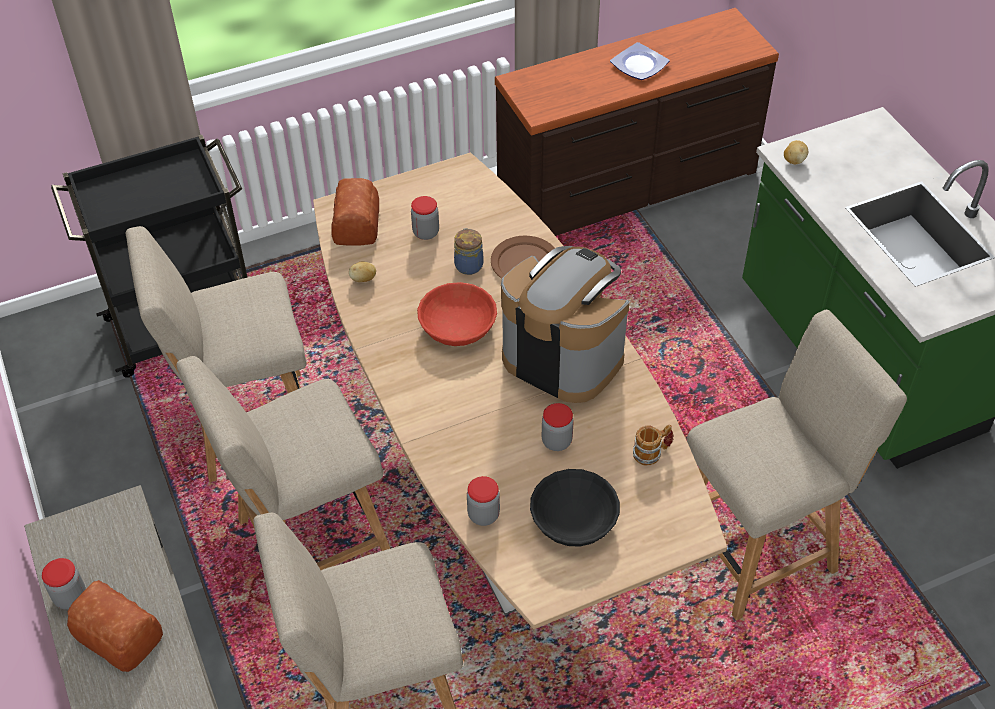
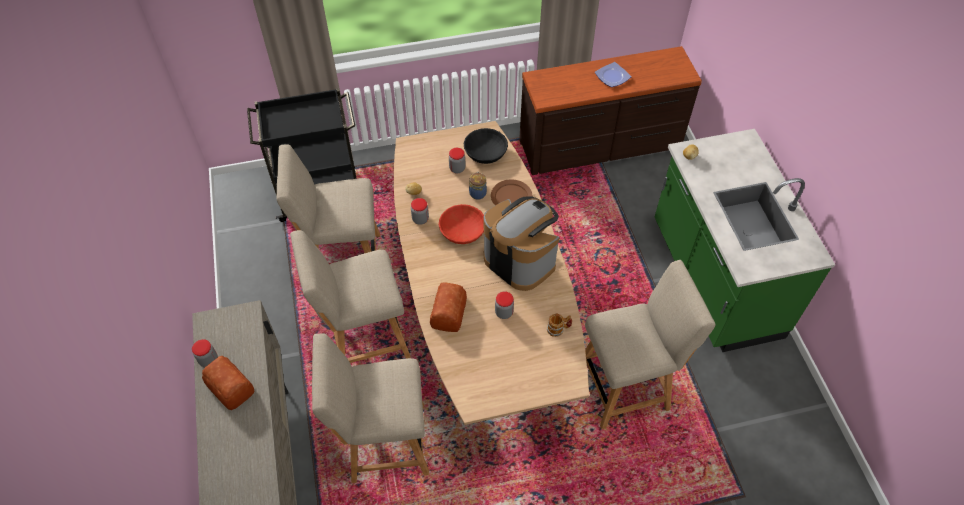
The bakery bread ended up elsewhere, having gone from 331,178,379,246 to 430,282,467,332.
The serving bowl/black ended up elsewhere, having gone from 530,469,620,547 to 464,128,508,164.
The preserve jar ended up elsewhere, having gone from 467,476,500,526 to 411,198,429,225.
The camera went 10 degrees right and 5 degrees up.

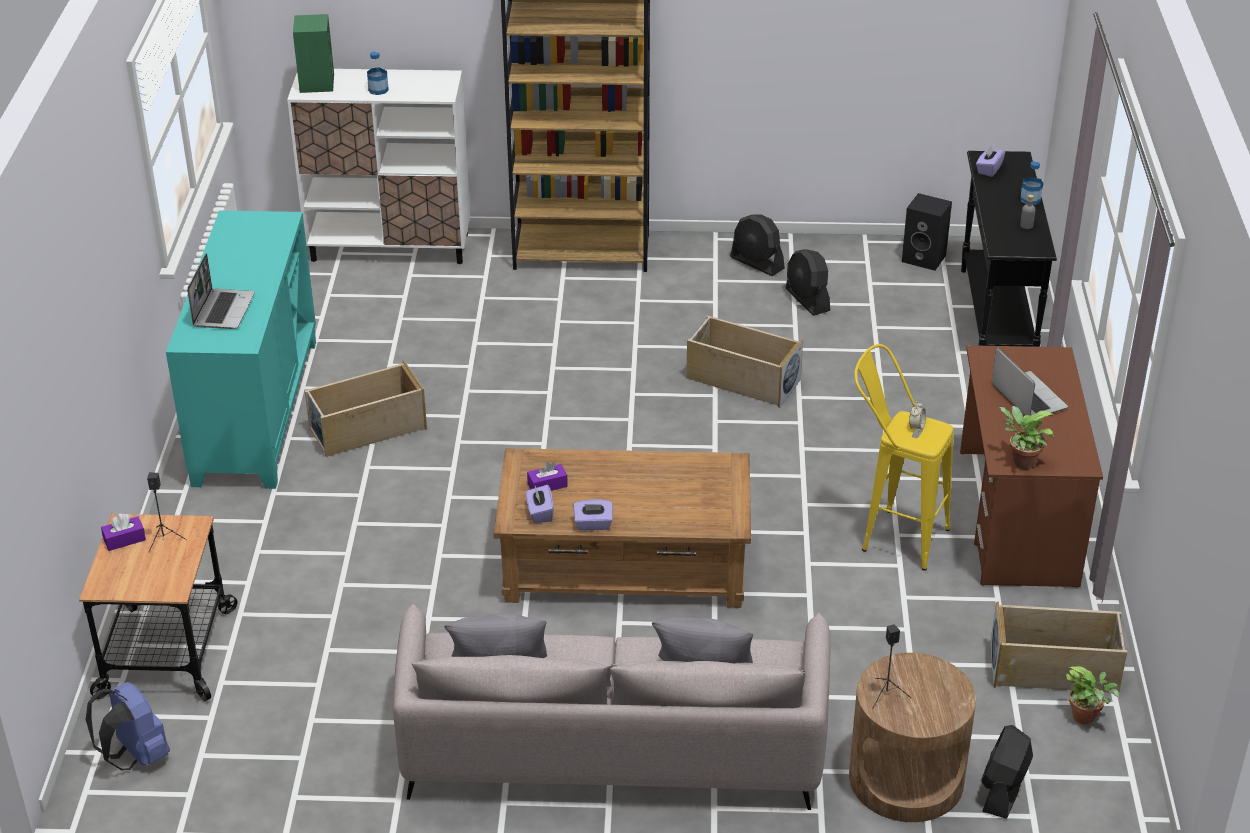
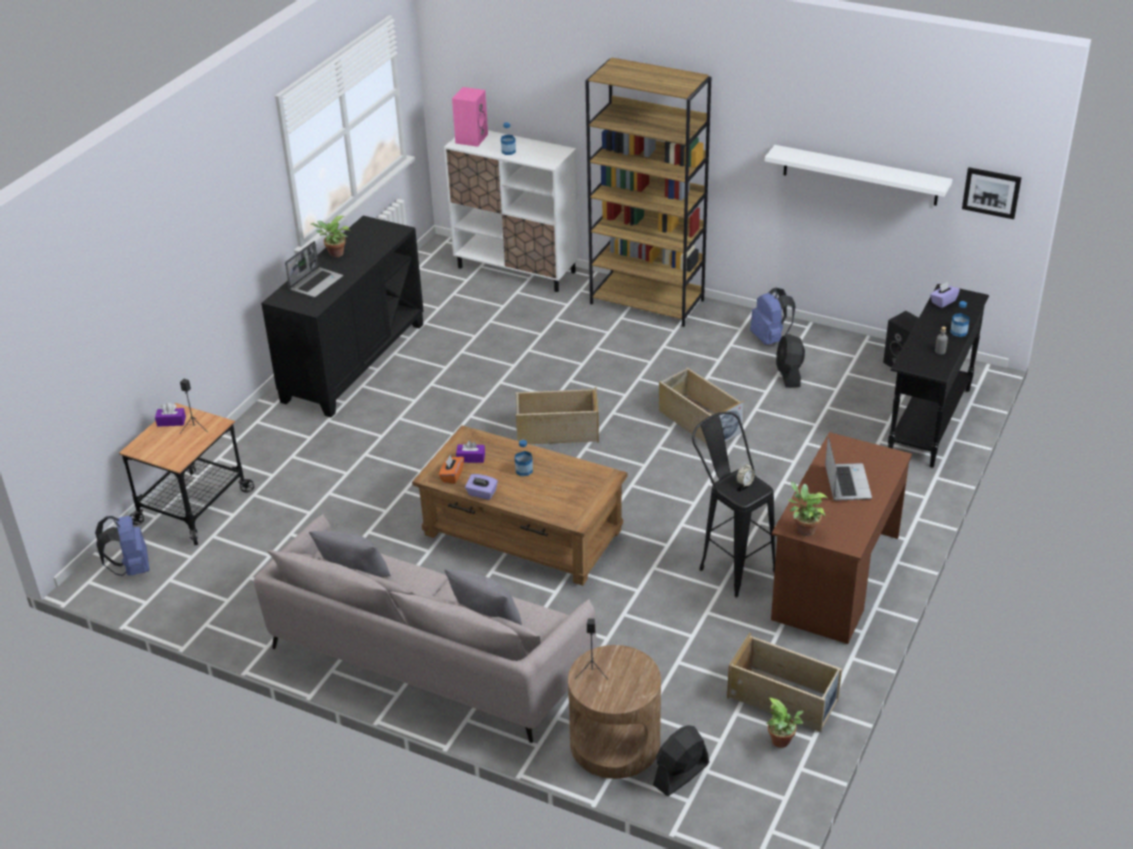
What was the audio speaker/greenish at 293,14,334,93 turned into the audio speaker/pink-coloured at 452,87,488,147.
What was the cabinet/turquoise at 166,211,316,489 turned into the cabinet/black at 261,216,424,418.
Where the fan/black stood at 730,214,785,276, the rucksack/blue-coloured came to stand at 750,288,796,345.
What was the sitting stool/yellowish at 854,344,953,571 turned into the sitting stool/black at 692,411,775,597.
The storage bin/sand-coloured ended up elsewhere, having gone from 305,360,427,457 to 515,387,599,444.
What was the tissue holder/purple-coloured at 526,485,554,523 turned into the tissue holder/orangey at 439,455,464,484.
The second view gained the shelf/white at 765,145,953,206.
The second view gained the wall picture at 962,167,1022,219.
The second view gained the houseplant at 311,216,350,258.
The second view gained the bottle at 515,439,533,476.
The camera went 25 degrees right and 0 degrees up.

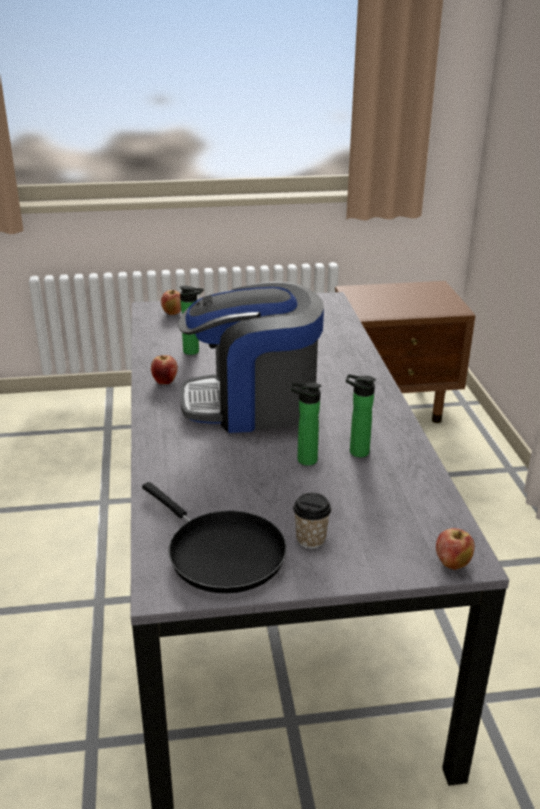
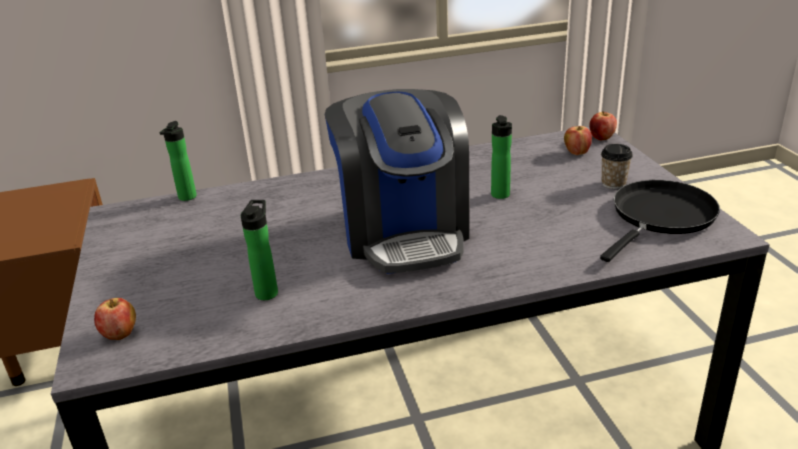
The apple fruit ended up elsewhere, having gone from 151,355,178,384 to 564,126,592,155.
The bottle ended up elsewhere, having gone from 346,374,376,457 to 160,121,197,201.
The camera went 95 degrees left and 0 degrees up.

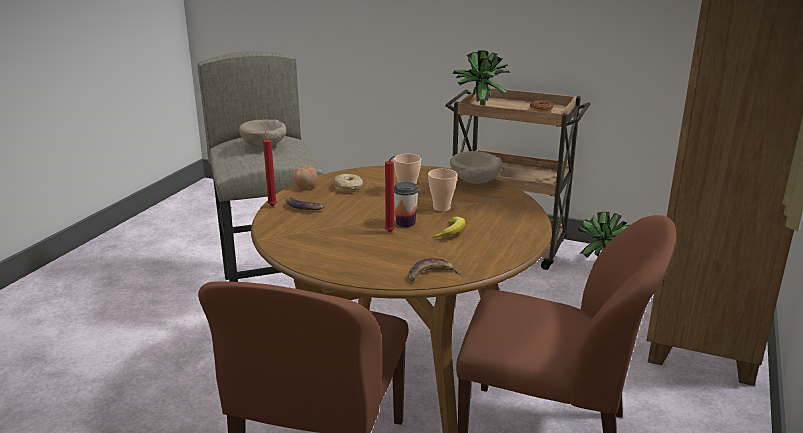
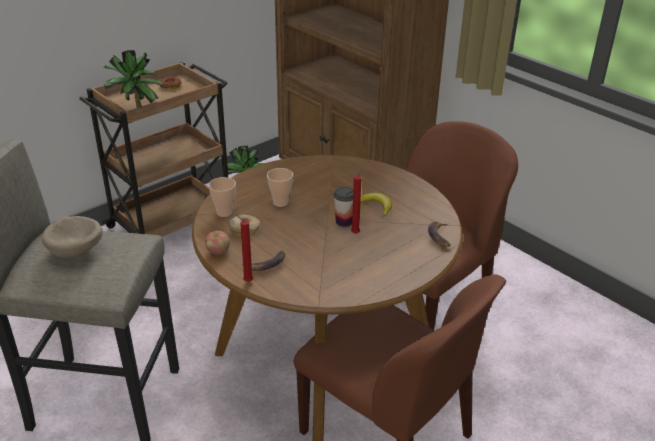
The second view lost the serving bowl/sand-coloured at 450,151,503,184.
The small cup ended up elsewhere, having gone from 428,169,457,212 to 209,177,236,217.
The camera went 65 degrees left and 10 degrees up.

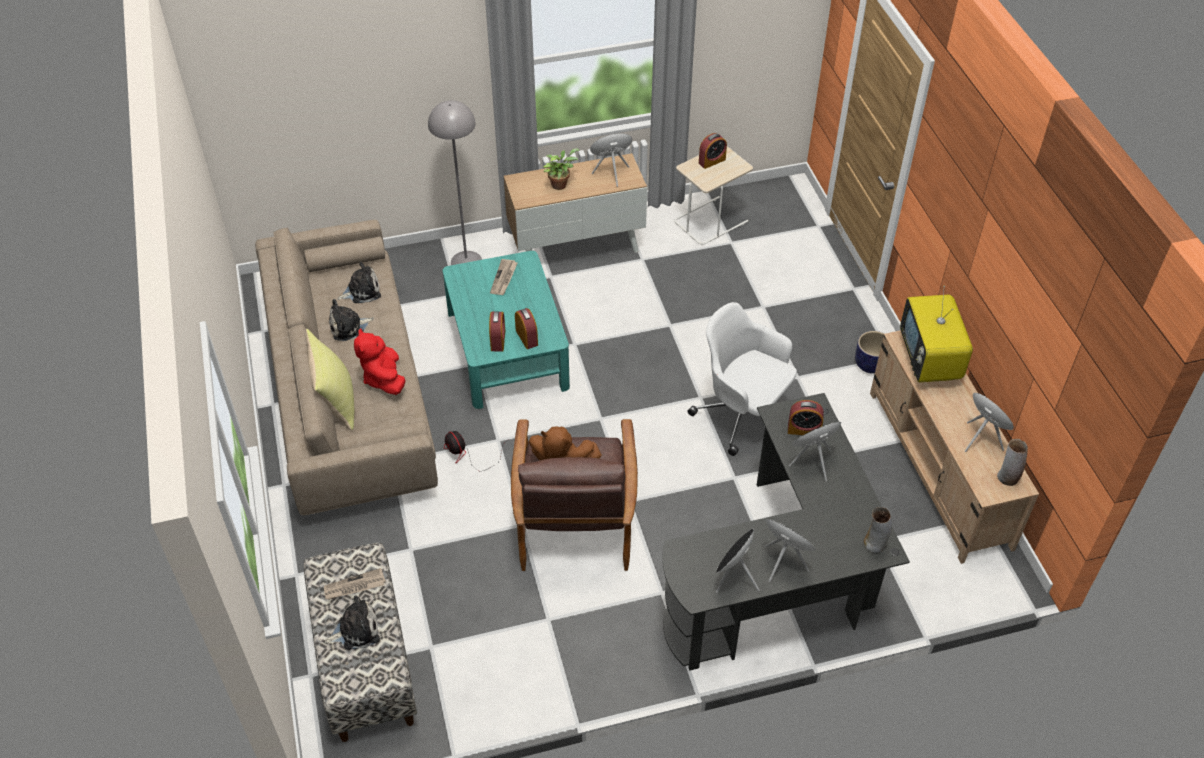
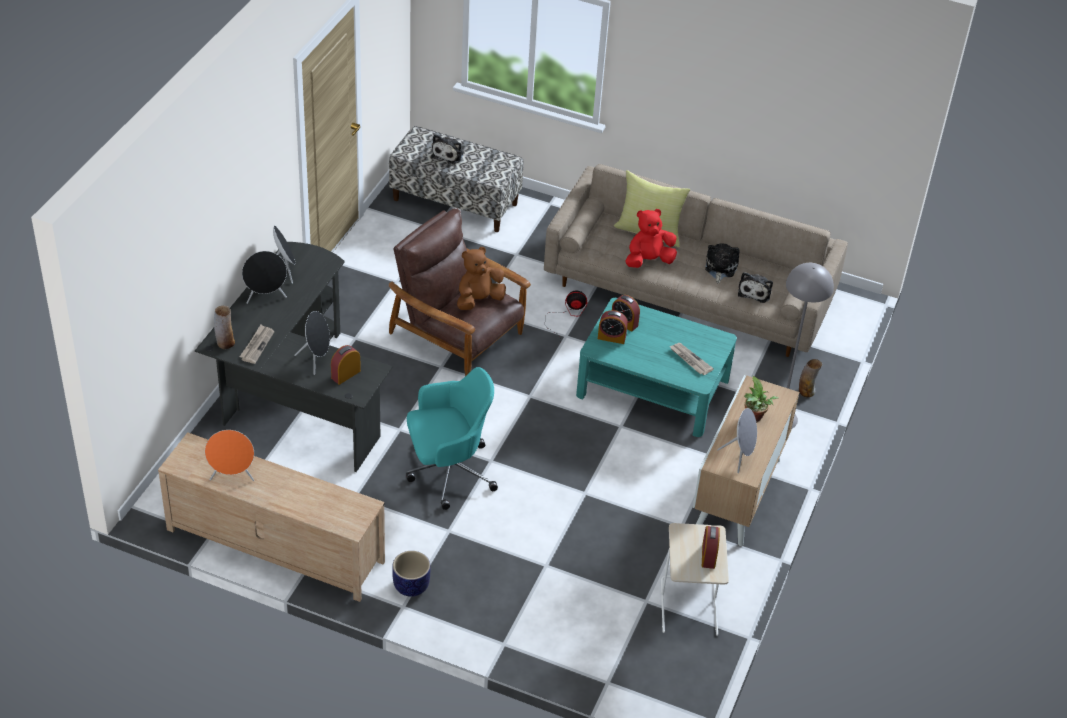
The second view lost the TV at 900,286,973,382.
What was the desk chair/white at 688,302,797,456 turned into the desk chair/turquoise at 406,367,498,510.
The plush toy/reddish at 354,328,406,395 ended up facing another way, 45 degrees counterclockwise from before.
The flower vase ended up elsewhere, having gone from 997,439,1028,486 to 799,359,822,397.
The printed paper ended up elsewhere, having gone from 324,568,386,600 to 240,325,274,364.
The camera went 125 degrees right and 5 degrees down.

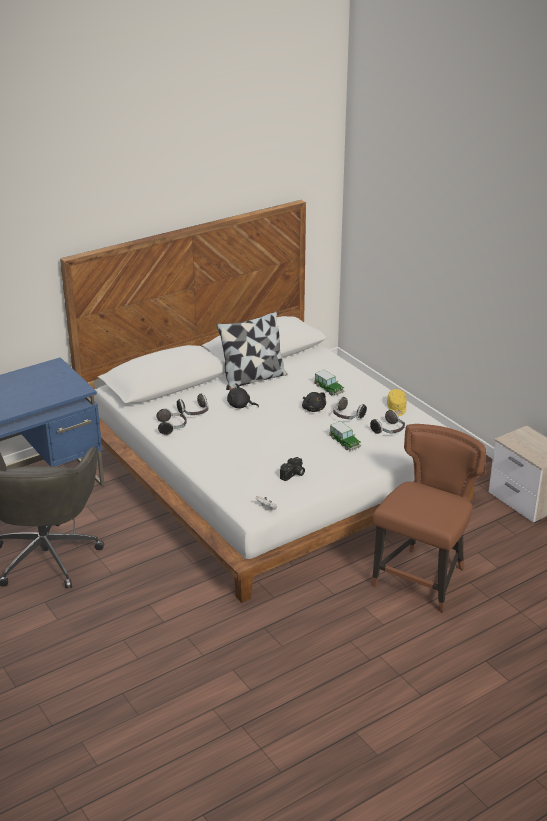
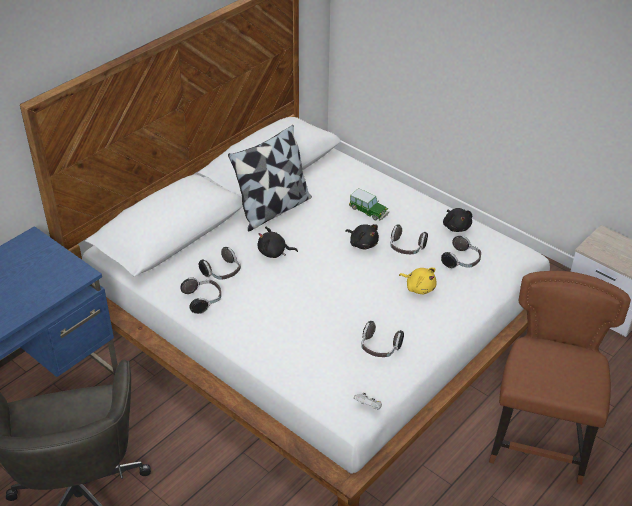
Where the baseball cap/yellowish stood at 387,389,406,416, the plush toy/black came to stand at 443,208,472,232.
Where the toy car stood at 329,421,361,451, the plush toy/yellowish came to stand at 399,268,436,294.
Where the photo camera stood at 280,457,305,481, the headset came to stand at 361,321,404,357.
The camera went 15 degrees left and 10 degrees up.

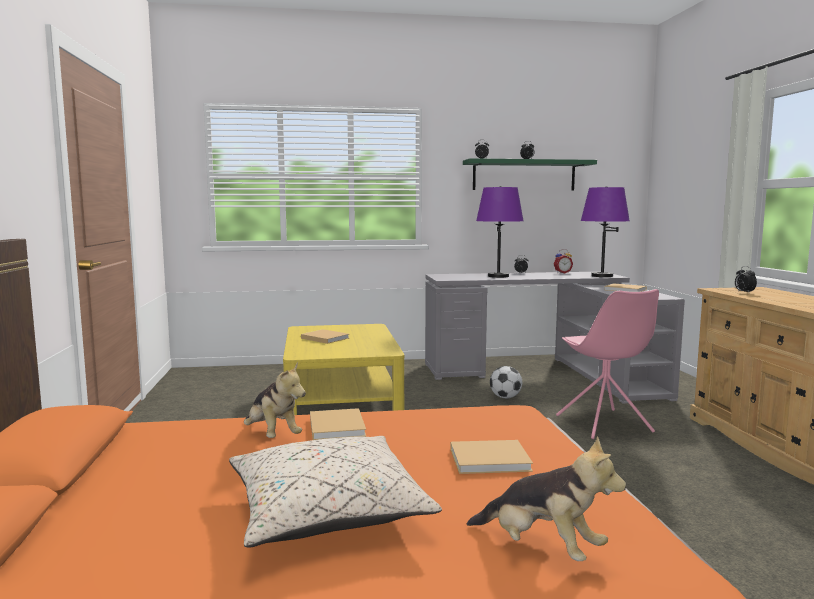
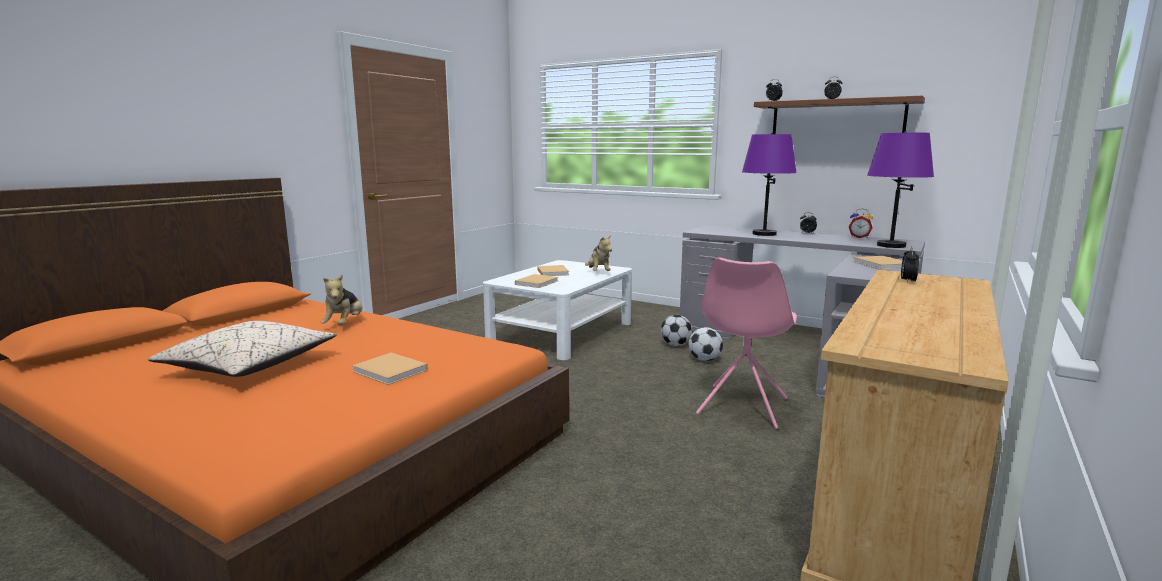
What was the shelf/greenish at 463,158,597,191 turned into the shelf/brown at 754,96,925,134.
What was the low table/yellowish at 283,324,405,415 turned into the low table/white at 483,260,632,360.
The bound book/sand-coloured ended up elsewhere, having gone from 310,408,366,440 to 515,274,558,288.
The plush toy ended up elsewhere, having gone from 467,436,626,561 to 585,235,612,271.
The second view gained the football ball at 661,315,692,346.
The camera went 40 degrees right and 5 degrees up.

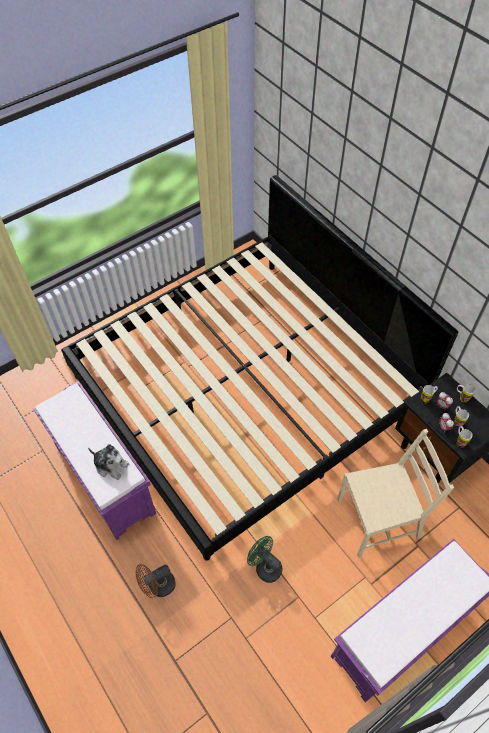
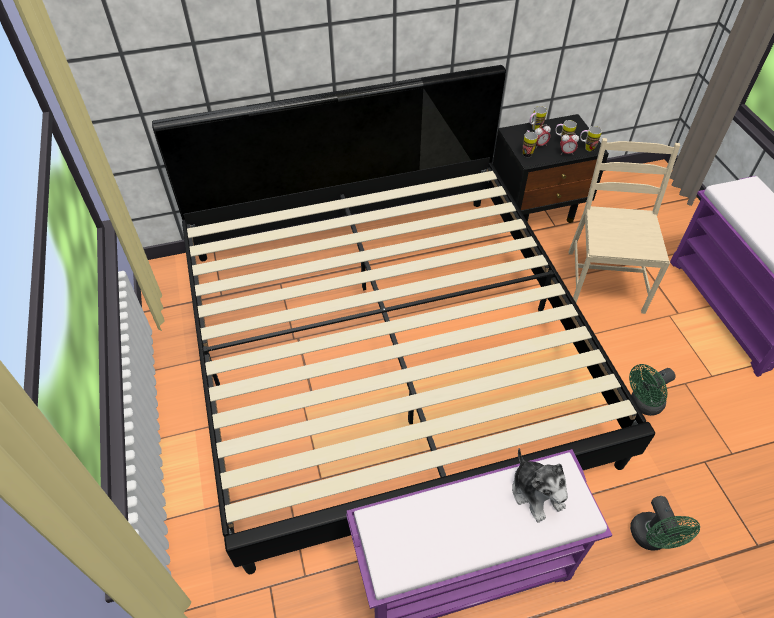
The plush toy at 88,444,129,480 ended up facing another way, 105 degrees clockwise from before.
What was the fan/brown at 136,564,176,598 turned into the fan/greenish at 630,496,700,550.
The camera went 70 degrees left and 5 degrees down.

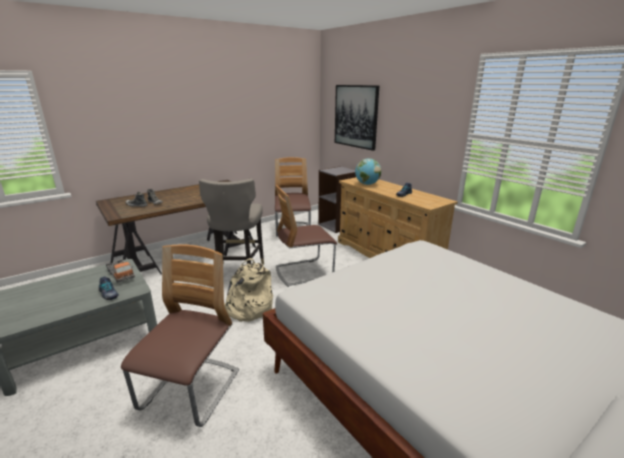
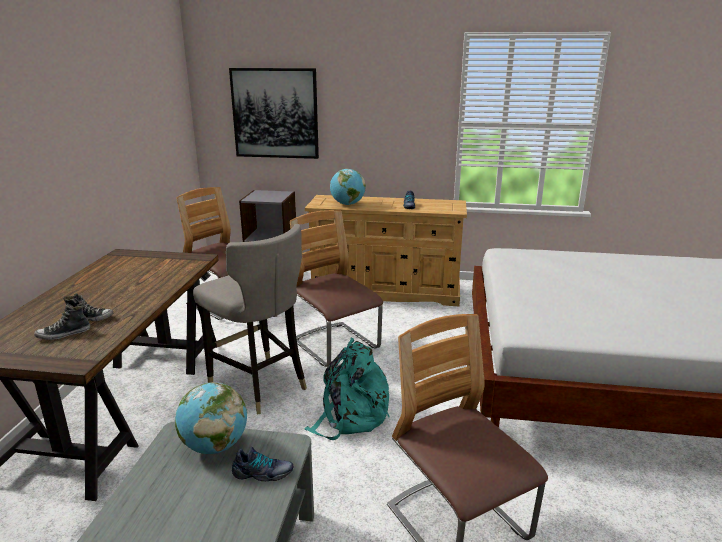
The chair at 276,185,337,287 ended up facing another way, 120 degrees clockwise from before.
What was the rucksack/sand-coloured at 224,258,273,322 turned into the rucksack/turquoise at 305,337,389,440.
Where the toy truck stood at 106,260,135,283, the world globe came to stand at 175,382,247,454.
The camera went 45 degrees left and 0 degrees up.

